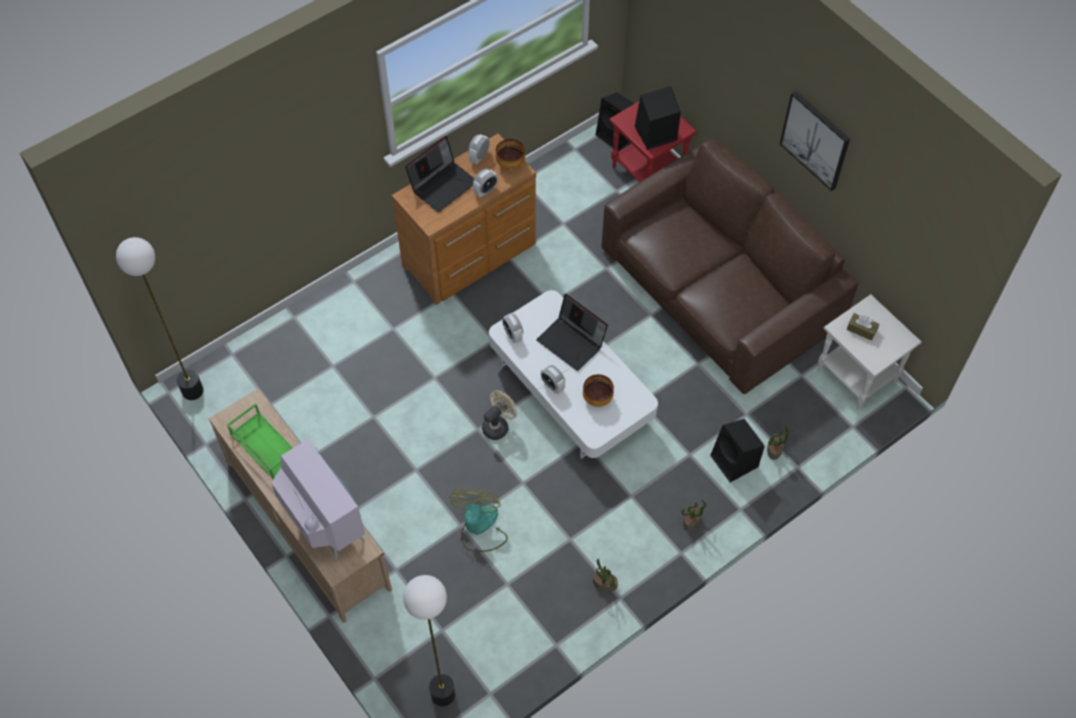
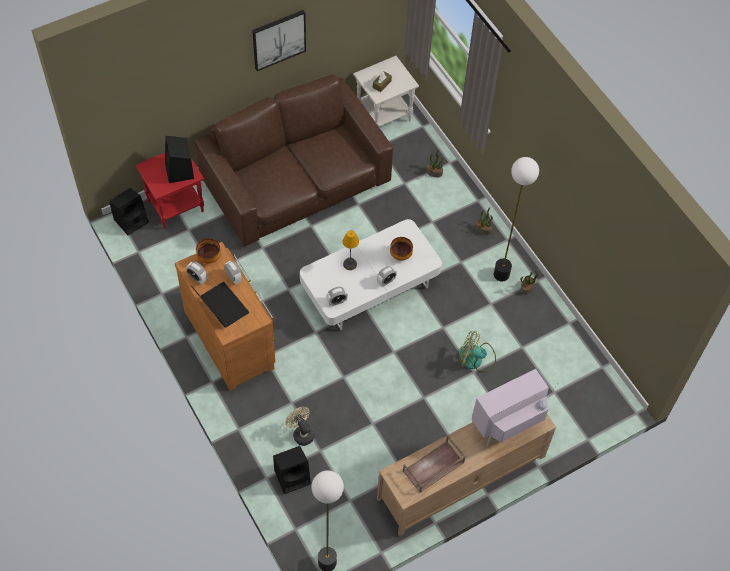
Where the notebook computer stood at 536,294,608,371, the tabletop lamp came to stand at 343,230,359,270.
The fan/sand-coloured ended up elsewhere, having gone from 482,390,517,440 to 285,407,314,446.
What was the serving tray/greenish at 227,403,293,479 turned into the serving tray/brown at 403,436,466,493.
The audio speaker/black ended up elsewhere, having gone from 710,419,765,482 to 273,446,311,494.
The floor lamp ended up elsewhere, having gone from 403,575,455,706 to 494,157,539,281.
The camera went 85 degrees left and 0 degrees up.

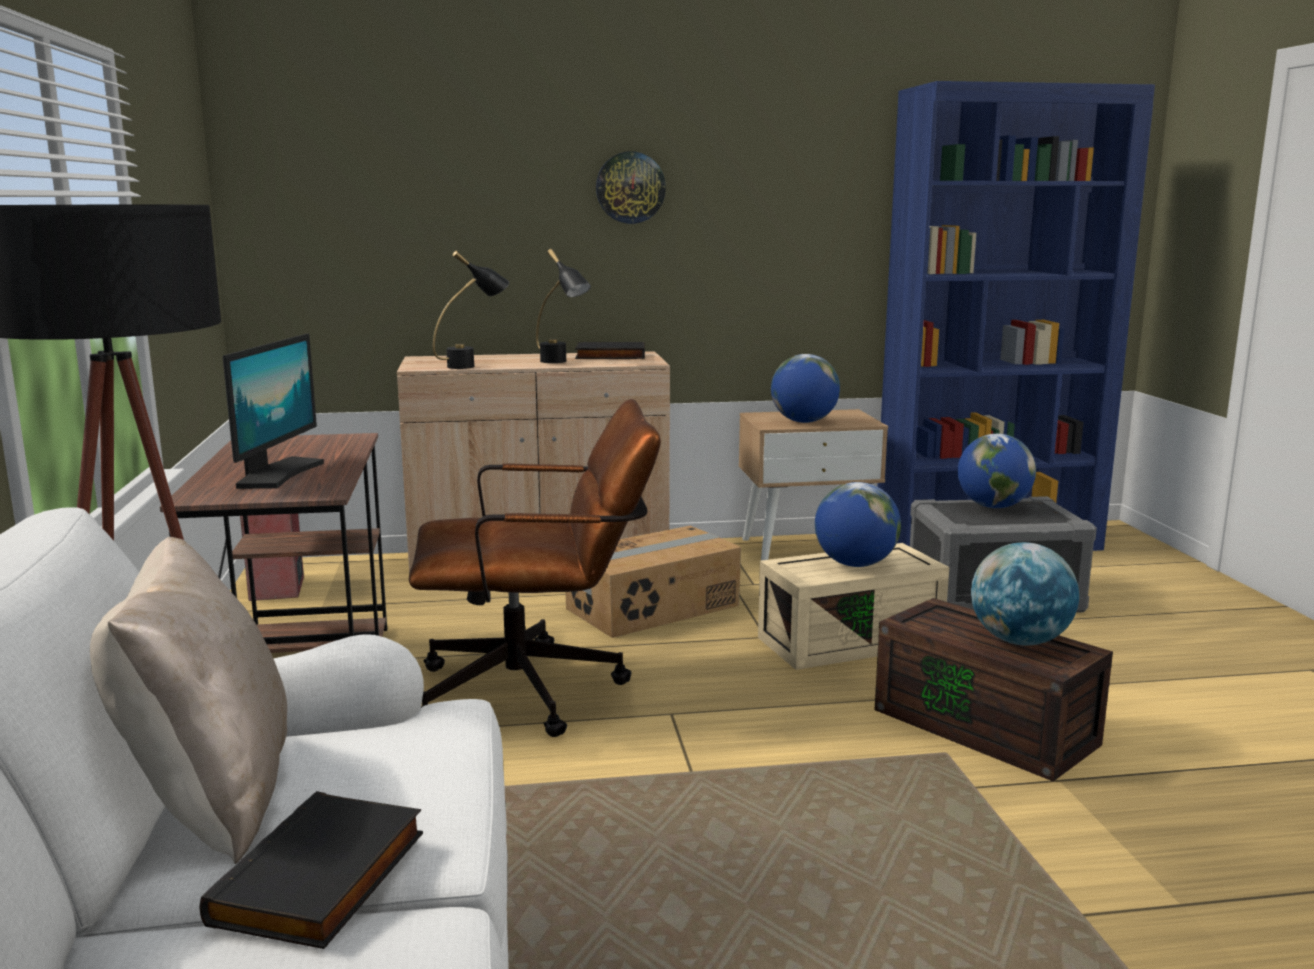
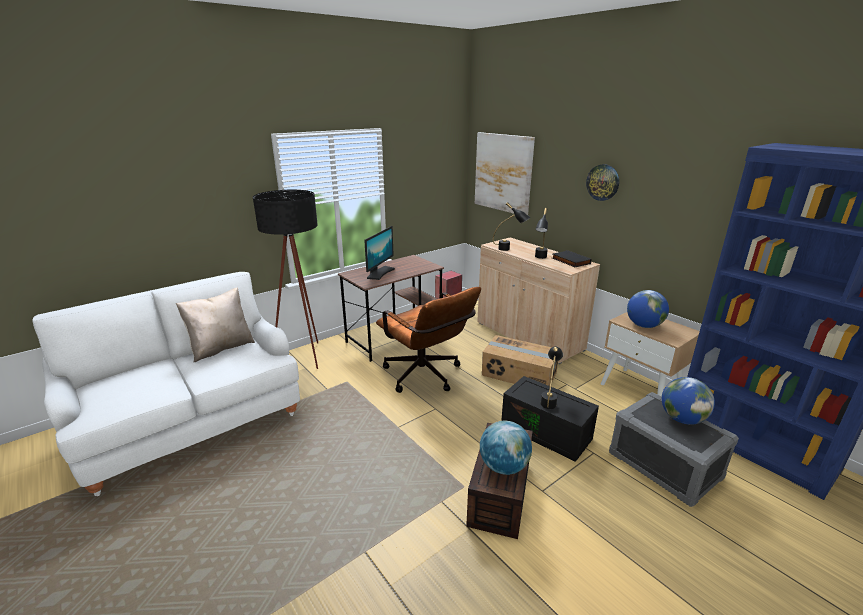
The computer display at 223,333,324,489 ended up facing another way, 45 degrees counterclockwise from before.
Where the world globe stood at 815,482,901,567, the tabletop lamp/black came to stand at 541,347,563,409.
What was the storage bin/sand-coloured at 758,543,949,670 turned into the storage bin/black at 501,376,599,462.
The second view lost the bound book/black at 199,791,423,949.
The second view gained the wall picture at 475,132,535,215.
The camera went 60 degrees right and 10 degrees up.

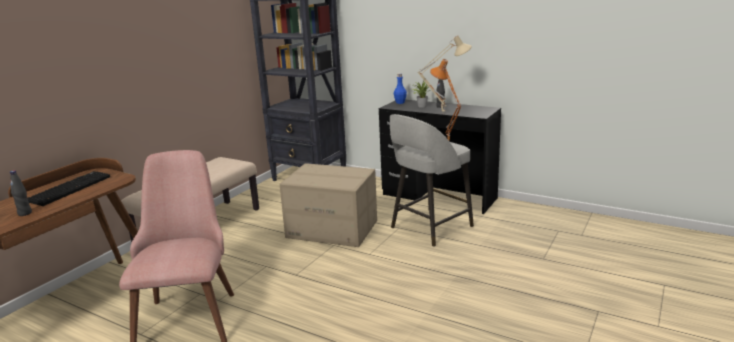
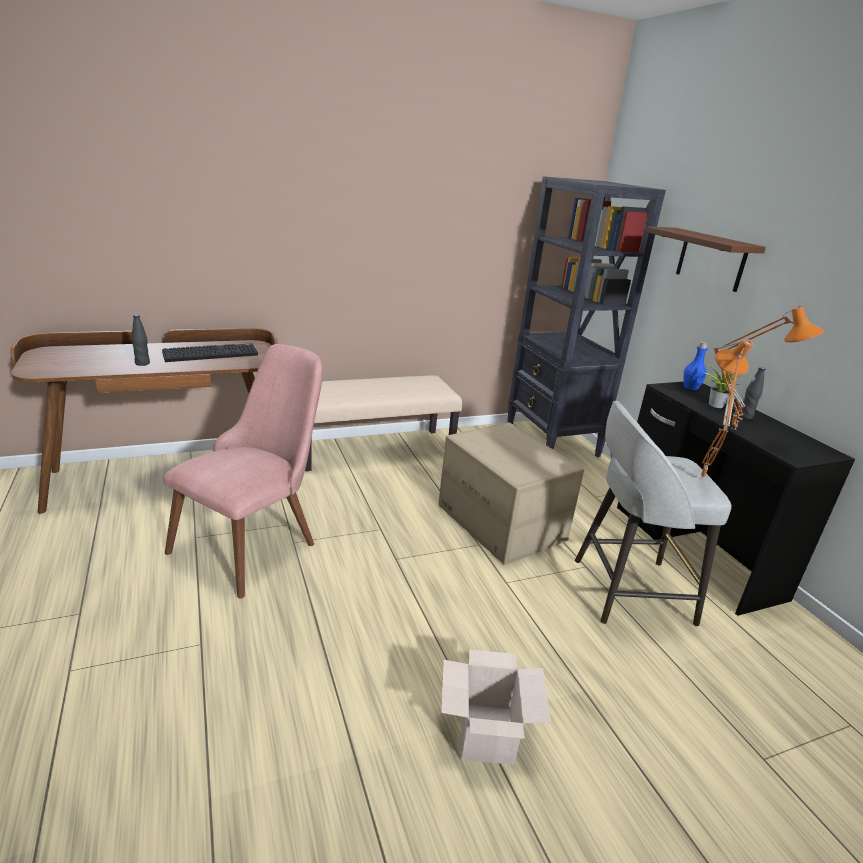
What was the tabletop lamp/sand-coloured at 417,36,472,114 turned into the tabletop lamp/orangey at 713,306,824,430.
The second view gained the shelf/brown at 645,226,766,292.
The second view gained the cardboard box at 441,649,551,765.
The camera went 35 degrees right and 5 degrees up.

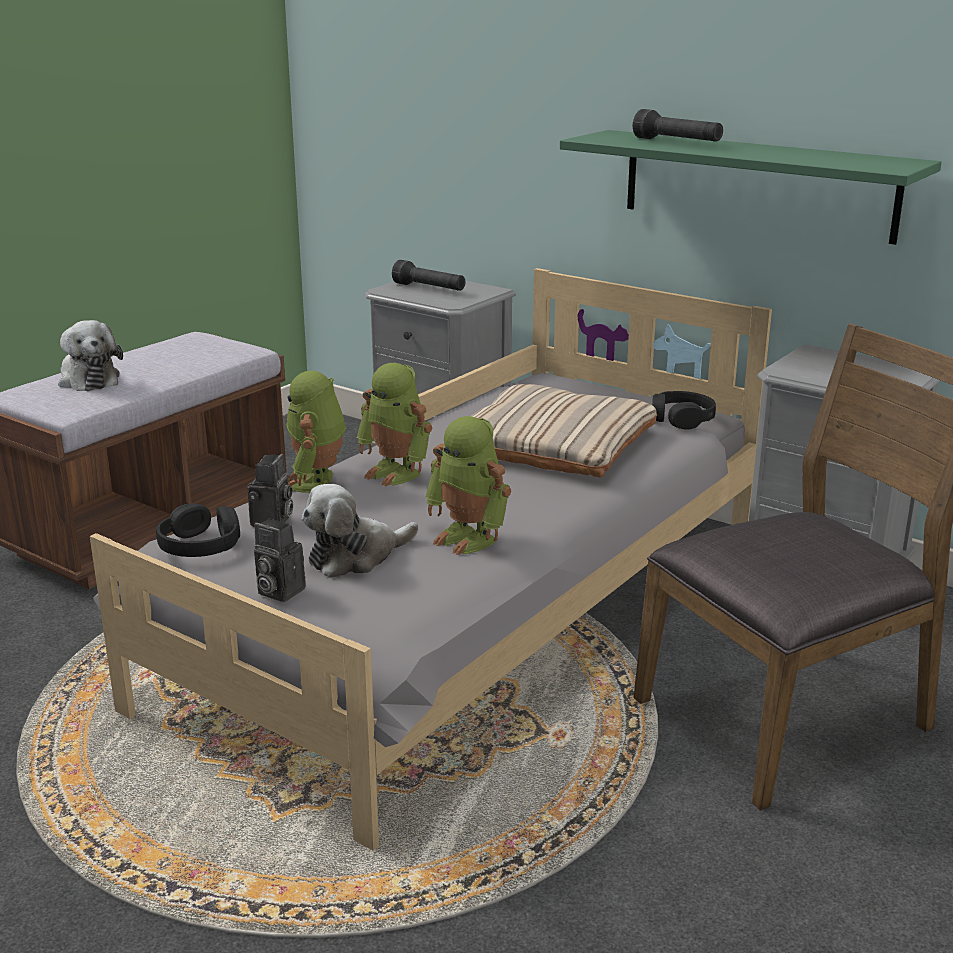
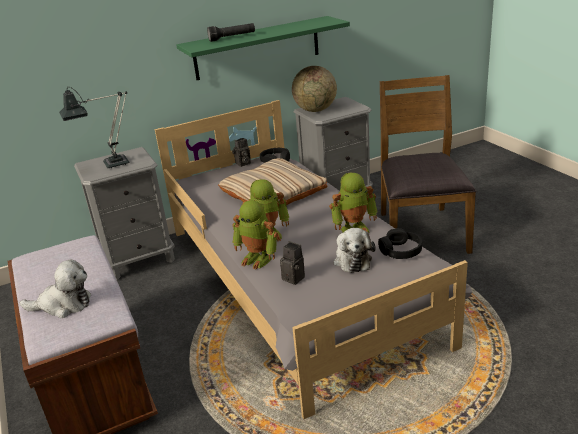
Where the torch/black stood at 392,260,465,291, the tabletop lamp came to stand at 59,87,129,168.
The headset/black ended up elsewhere, having gone from 156,503,240,557 to 378,228,422,259.
The photo camera ended up elsewhere, having gone from 254,518,306,602 to 232,138,251,167.
The second view gained the world globe at 292,66,337,112.
The camera went 60 degrees left and 5 degrees up.

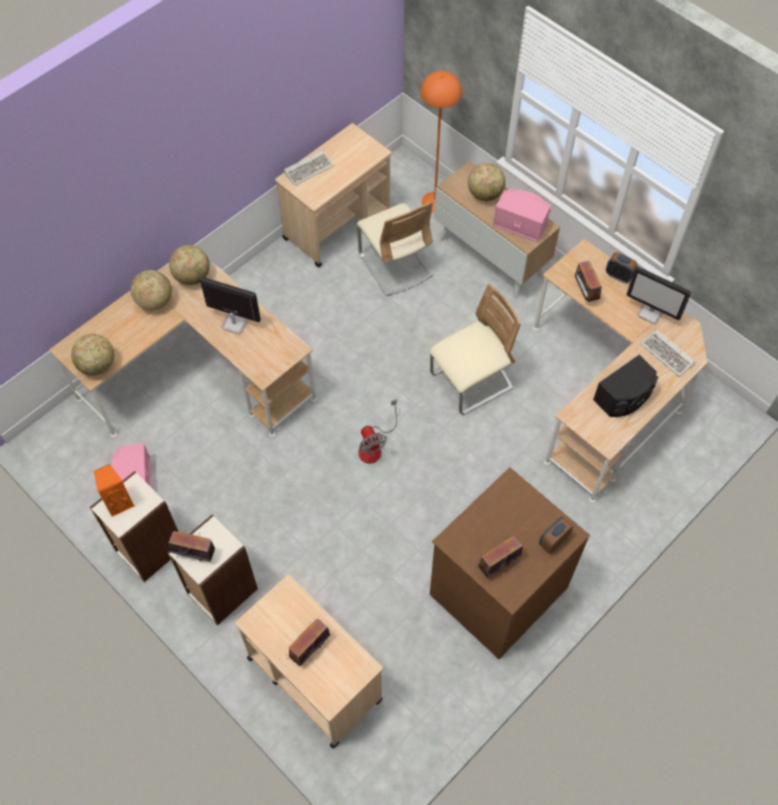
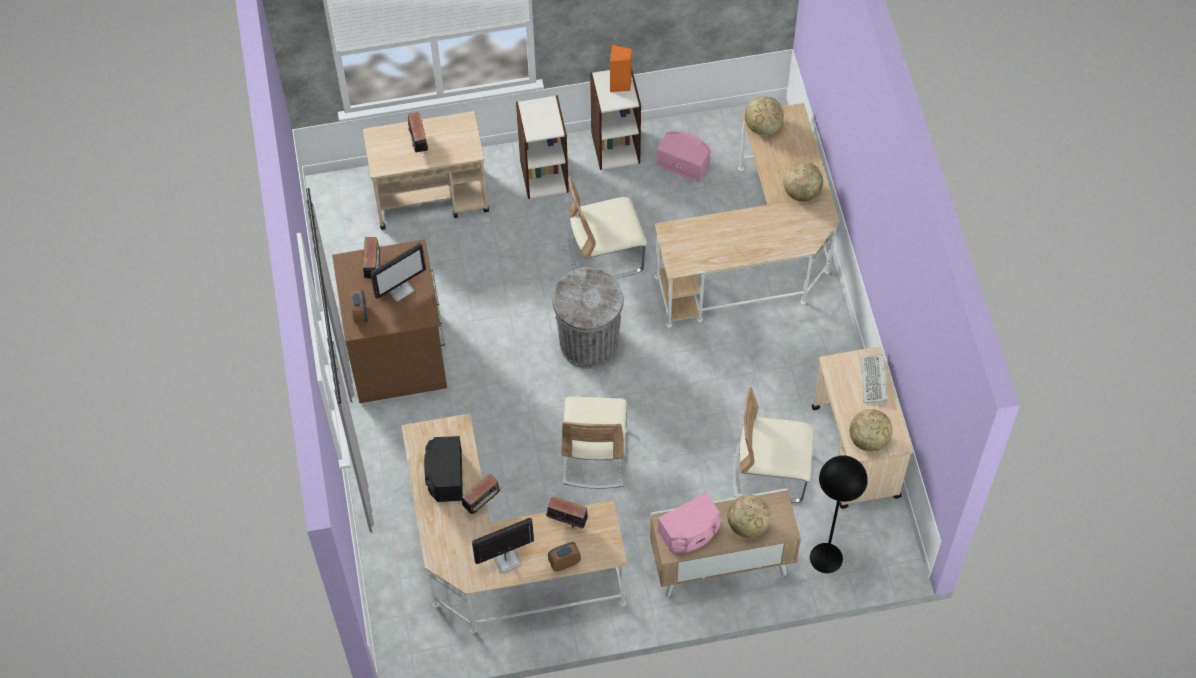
What was the floor lamp/orangey at 420,71,462,213 turned into the floor lamp/black at 810,455,868,573.
The world globe ended up elsewhere, having gone from 169,245,210,285 to 850,409,892,452.
The computer display ended up elsewhere, having gone from 200,277,261,334 to 370,243,426,302.
The second view lost the keyboard at 640,329,695,377.
Where the fan stood at 358,399,397,463, the trash can/greyish came to stand at 552,267,624,369.
The radio receiver ended up elsewhere, having gone from 169,531,215,562 to 462,473,503,514.
The second view gained the chair/sand-coloured at 567,176,647,279.
The camera went 125 degrees right and 0 degrees up.

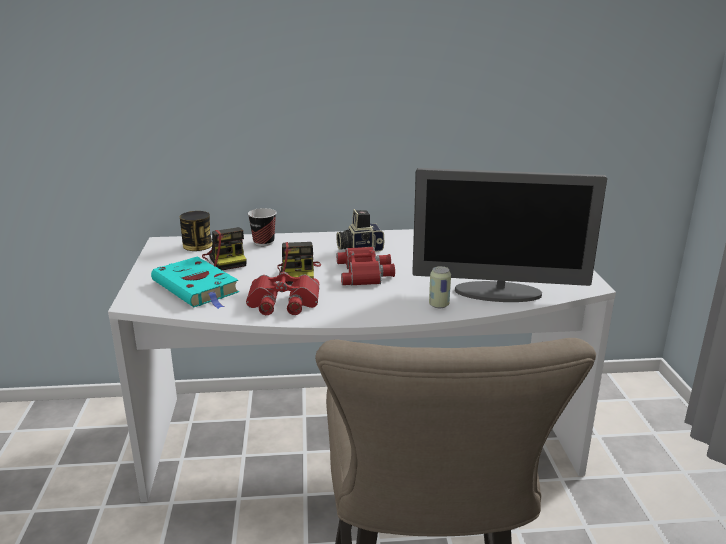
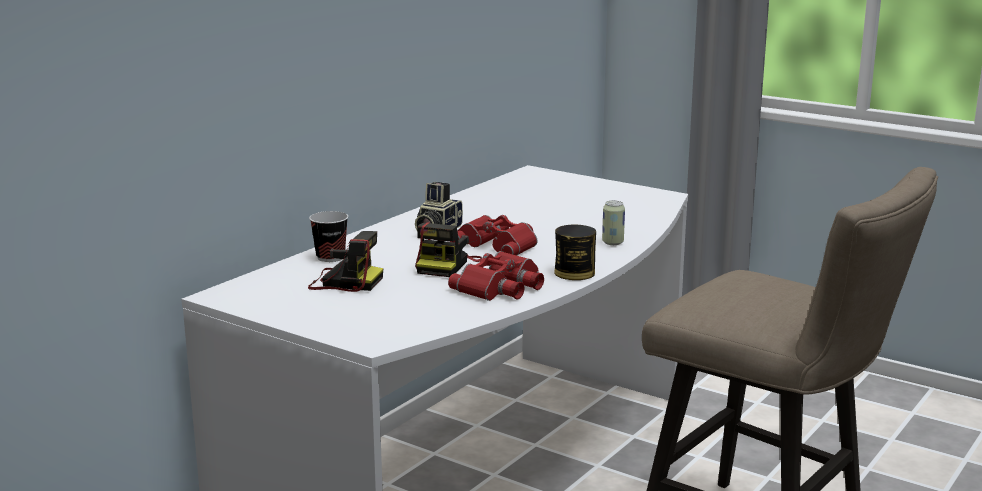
The second view lost the computer display at 412,168,607,302.
The can ended up elsewhere, having gone from 180,211,213,251 to 554,225,596,280.
The photo camera at 277,242,321,285 ended up facing another way, 75 degrees clockwise from before.
The second view lost the bound book/turquoise at 151,257,239,309.
The camera went 50 degrees left and 5 degrees down.

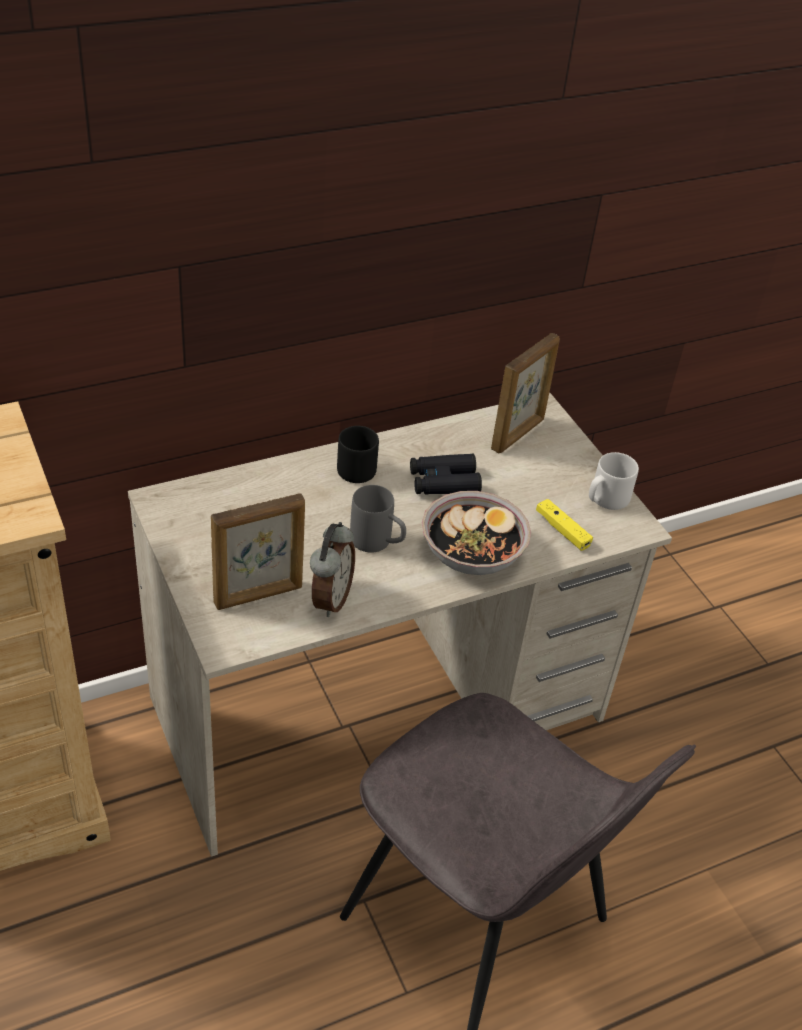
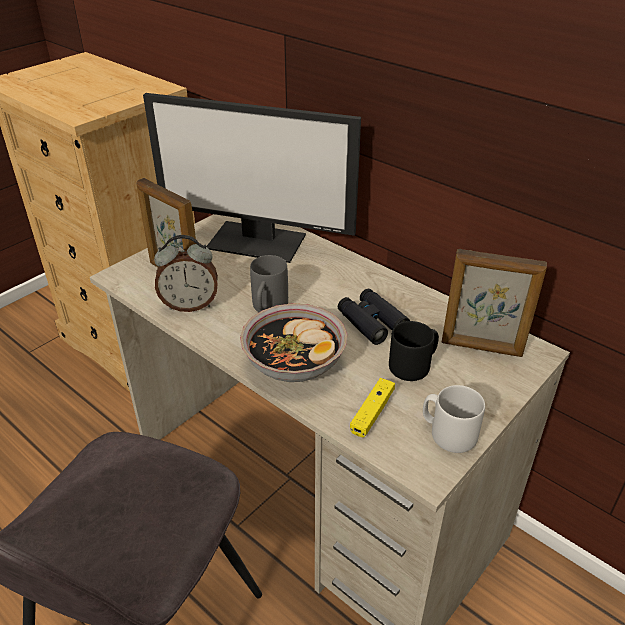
The tea mug/black ended up elsewhere, having gone from 337,426,379,483 to 389,321,439,381.
The second view gained the computer display at 143,93,361,263.
The camera went 70 degrees right and 5 degrees down.

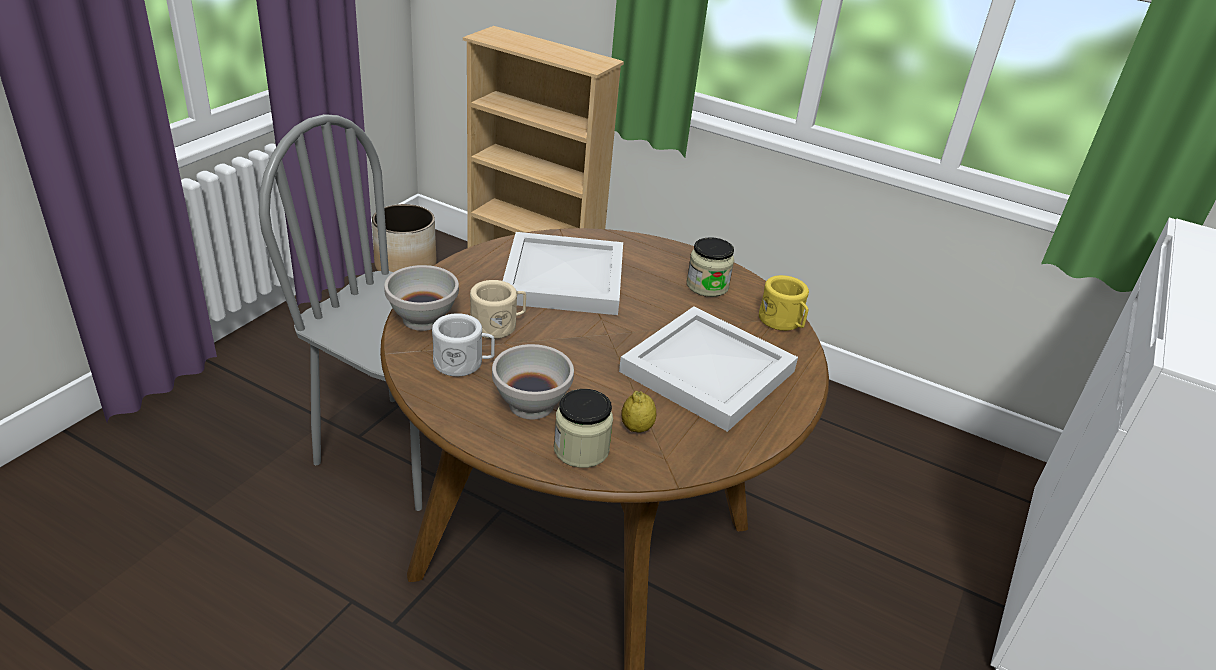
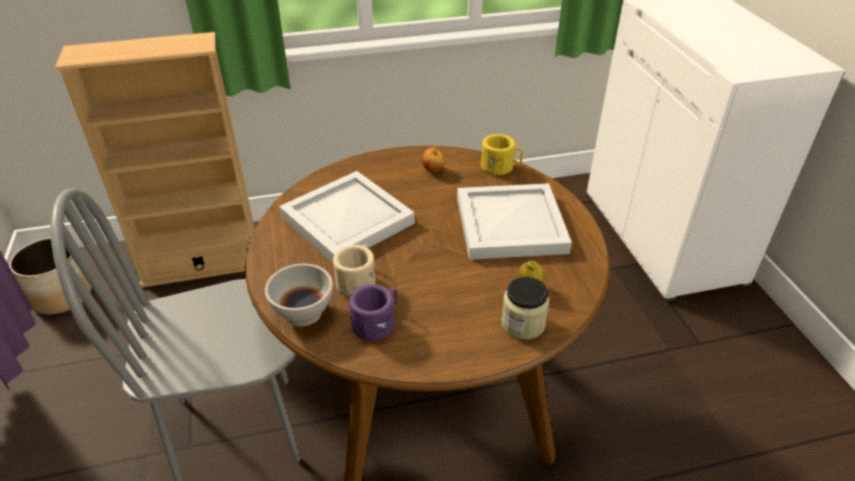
Where the preserve jar stood at 686,237,734,297, the apple fruit came to stand at 422,147,444,172.
What was the tea mug/white at 432,313,495,377 turned into the tea mug/purple-coloured at 349,284,398,341.
The second view lost the serving bowl/white at 492,344,574,419.
The camera went 40 degrees left and 5 degrees up.

